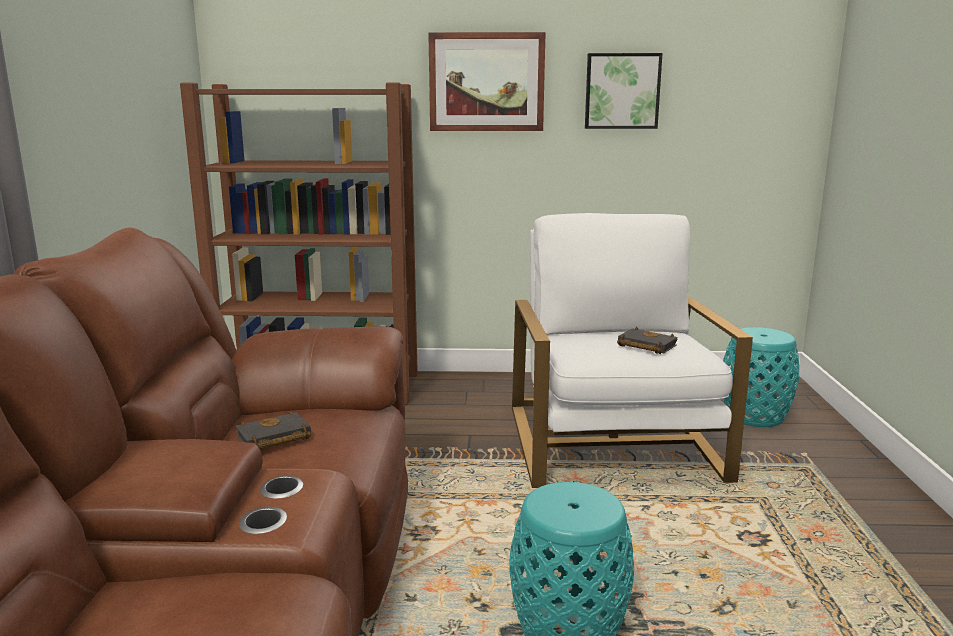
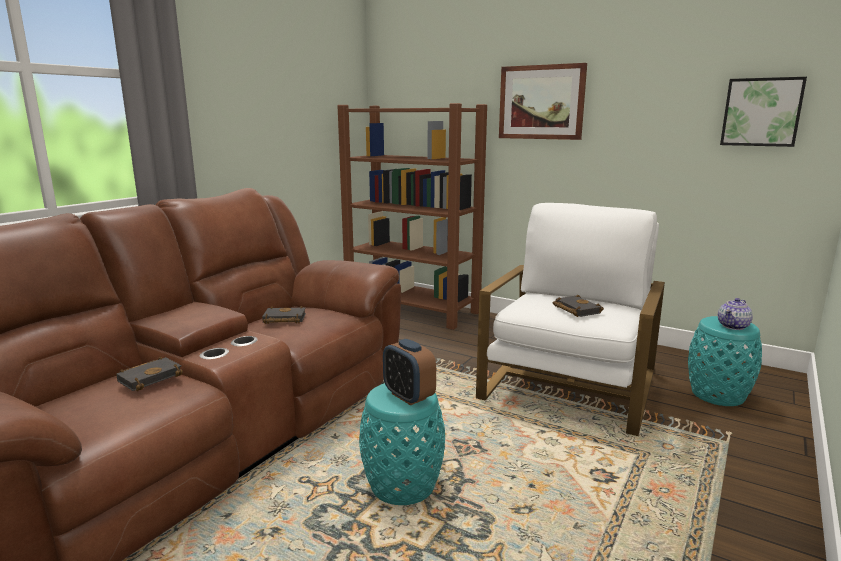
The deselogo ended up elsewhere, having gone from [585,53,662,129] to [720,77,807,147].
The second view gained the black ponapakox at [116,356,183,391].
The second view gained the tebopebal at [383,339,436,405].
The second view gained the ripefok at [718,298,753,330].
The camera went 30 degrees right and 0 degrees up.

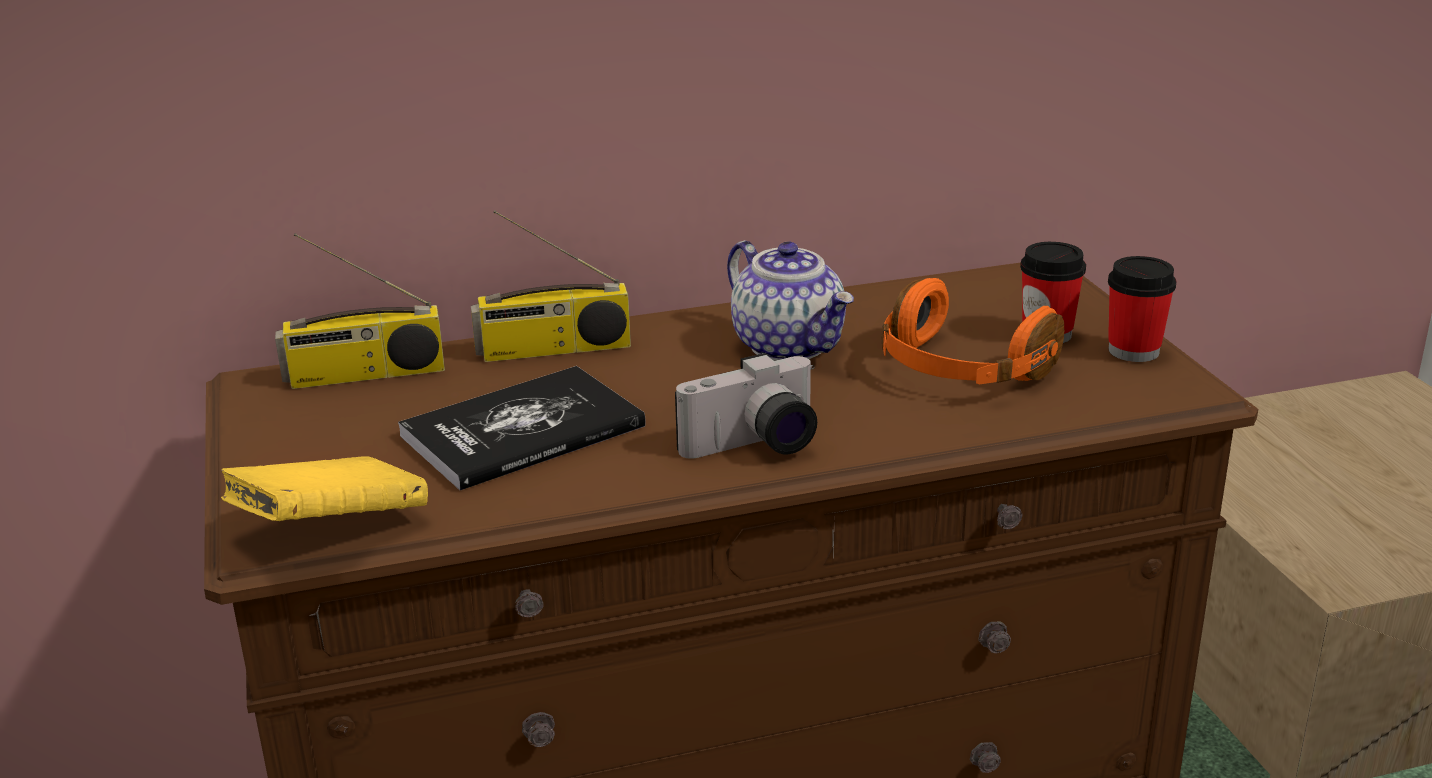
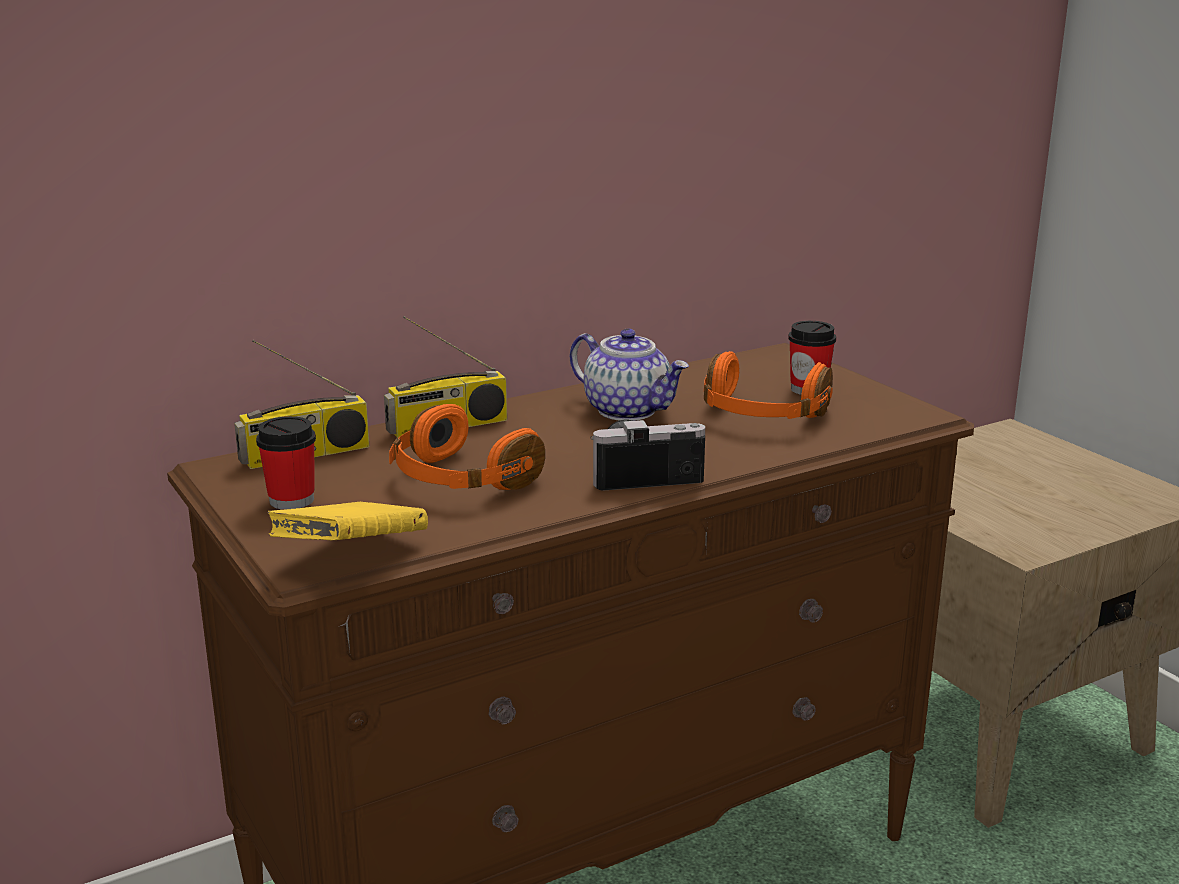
Where the ponapakox stood at [398,366,646,490], the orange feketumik came to stand at [389,404,545,490].
The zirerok at [675,353,817,459] ended up facing another way, 150 degrees counterclockwise from before.
The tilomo ended up elsewhere, having gone from [1108,256,1176,362] to [256,416,316,510].
The camera went 15 degrees left and 5 degrees down.

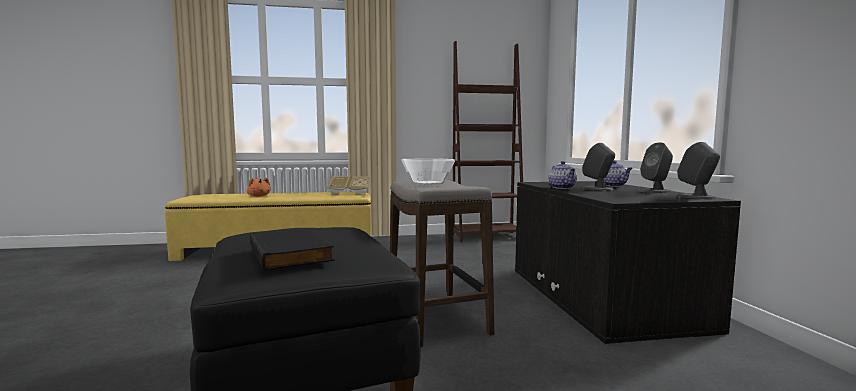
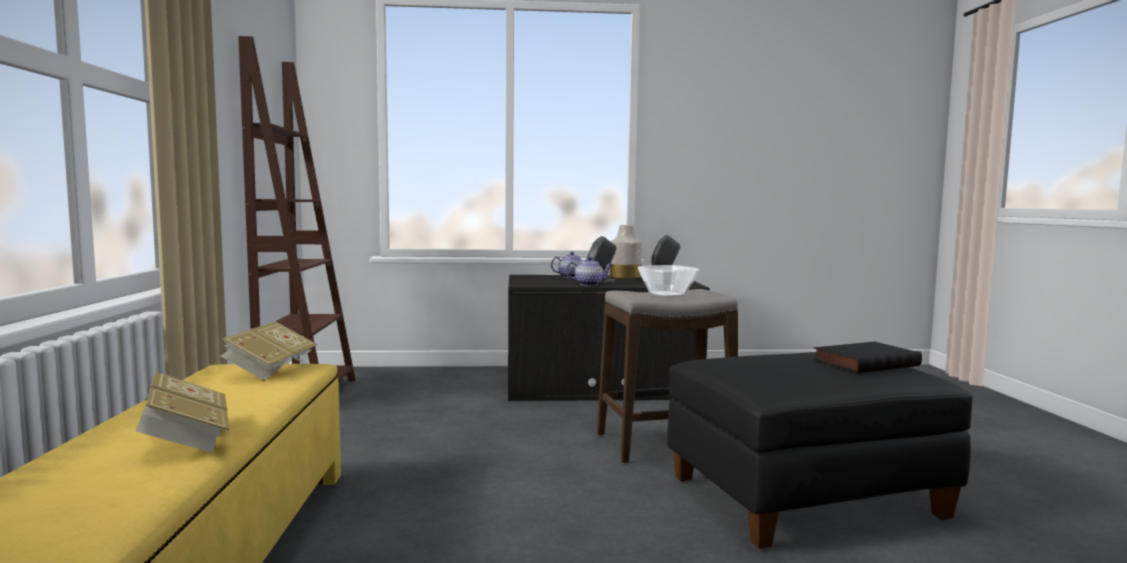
Where the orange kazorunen stood at [247,178,271,197], the ponapakox came to stand at [136,372,229,453].
Where the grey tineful stood at [640,142,673,193], the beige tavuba came to stand at [610,225,642,279].
The camera went 85 degrees left and 0 degrees up.

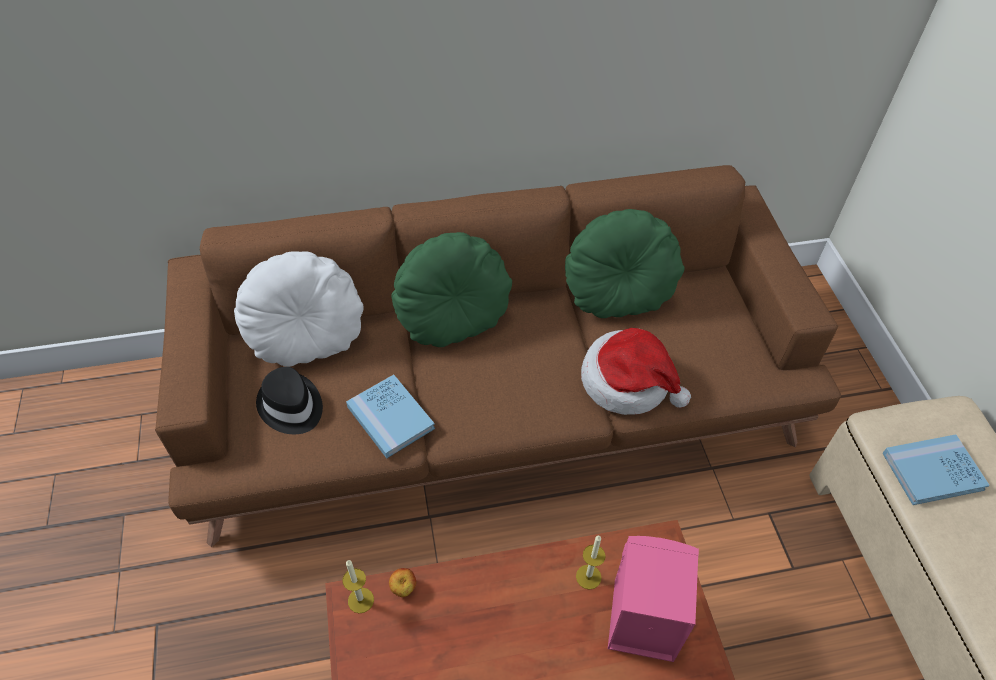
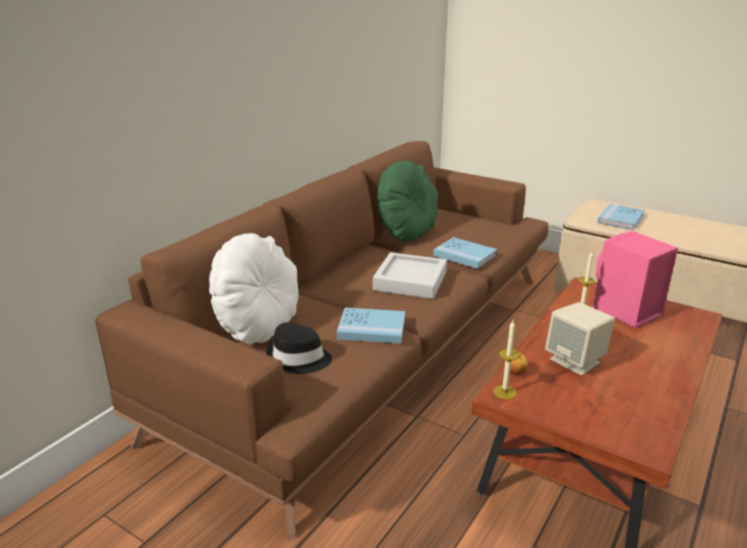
The second view lost the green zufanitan at [391,232,512,347].
Where the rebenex stood at [581,328,691,415], the blue ponapakox came to stand at [433,237,497,269].
The second view gained the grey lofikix at [373,252,447,299].
The second view gained the beige tineful at [545,302,615,376].
The camera went 45 degrees left and 25 degrees down.

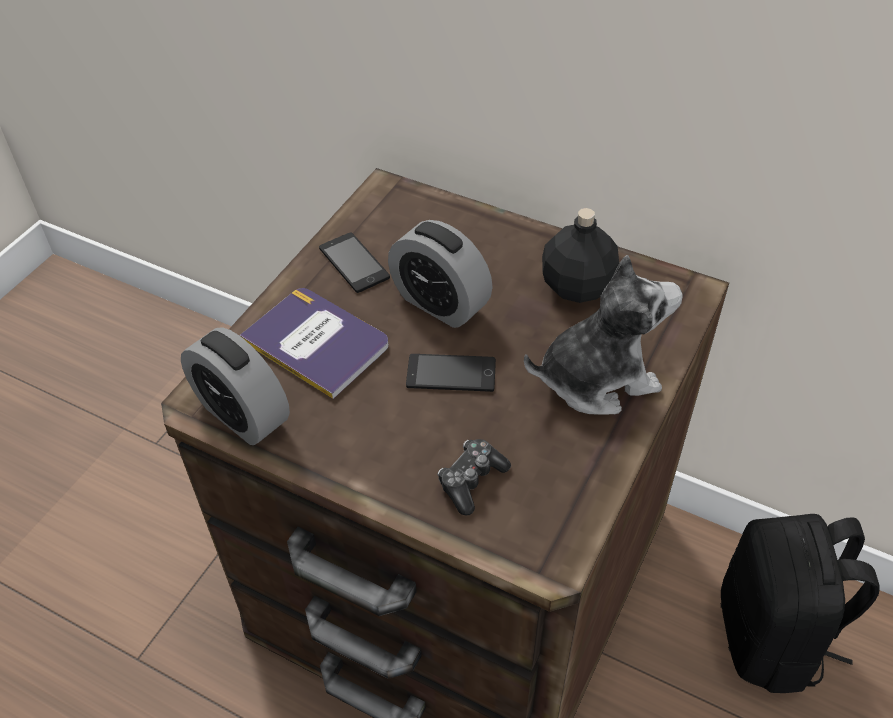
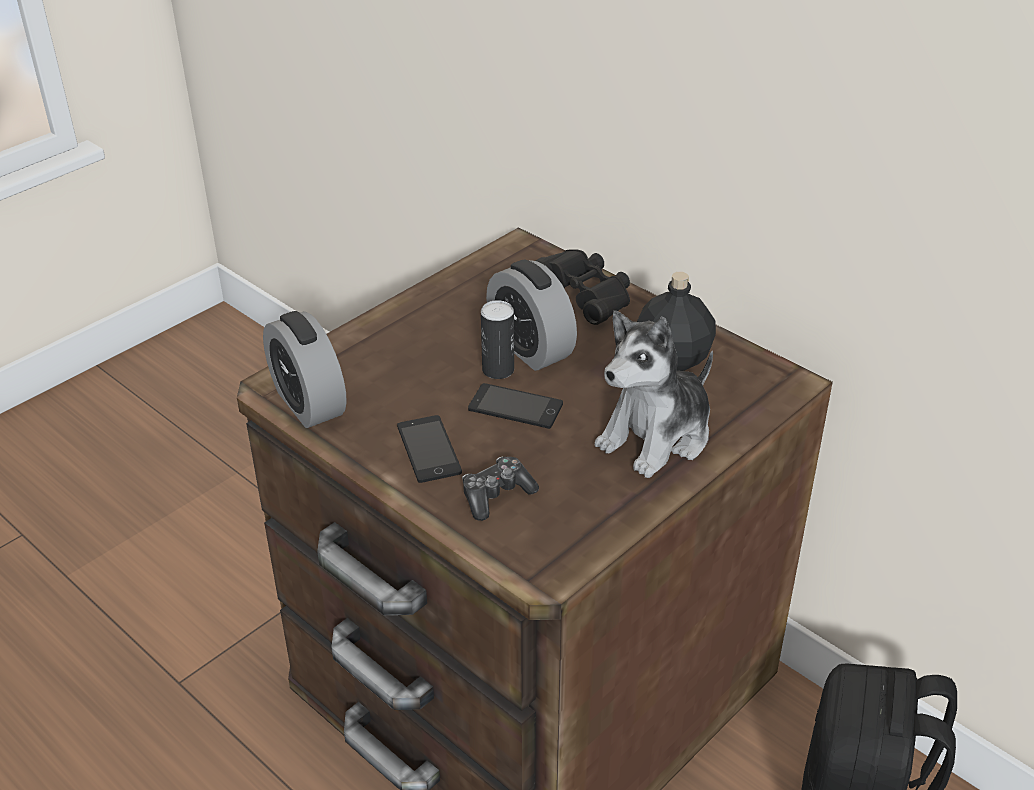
The second view lost the ponapakox at [240,288,389,399].
The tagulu ended up elsewhere, having gone from [319,232,390,293] to [397,415,462,483].
The kazorunen at [524,255,683,415] ended up facing another way, 135 degrees clockwise from before.
The second view gained the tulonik at [481,300,514,379].
The second view gained the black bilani at [536,249,630,325].
The camera went 15 degrees right and 10 degrees down.

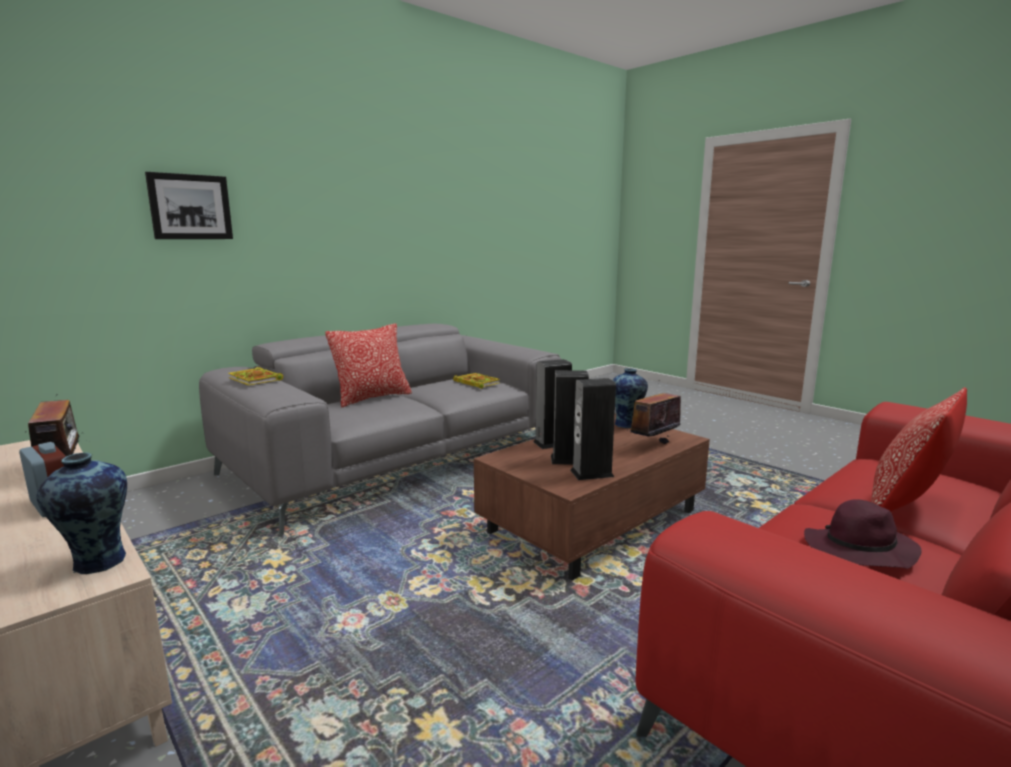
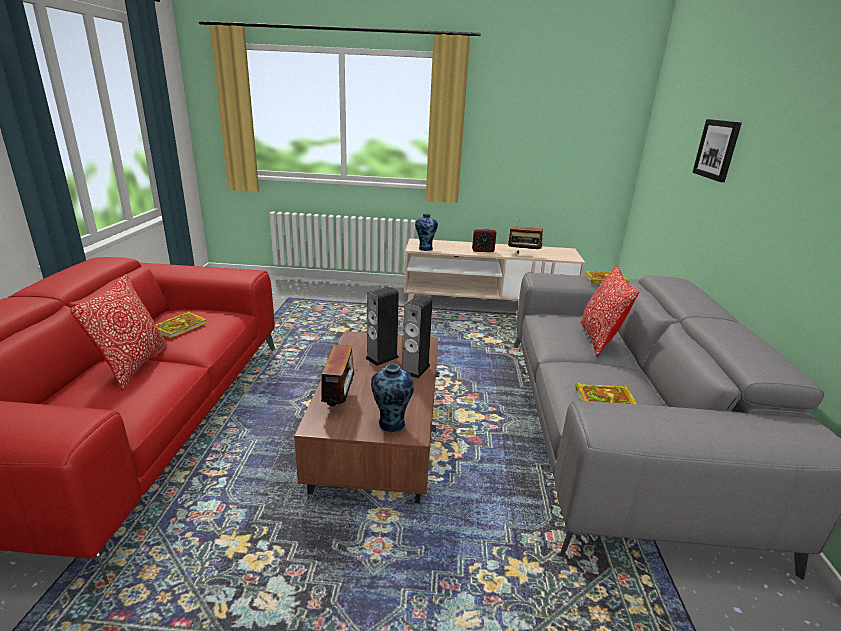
The second view lost the tineful at [570,378,616,480].
Where the purple rebenex stood at [804,499,922,569], the ponapakox came to stand at [156,311,207,338].
The camera went 135 degrees right and 10 degrees up.

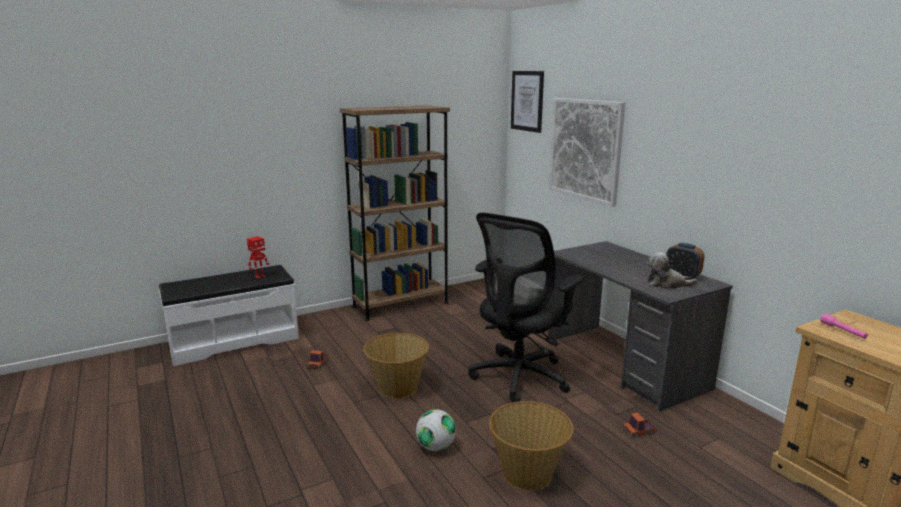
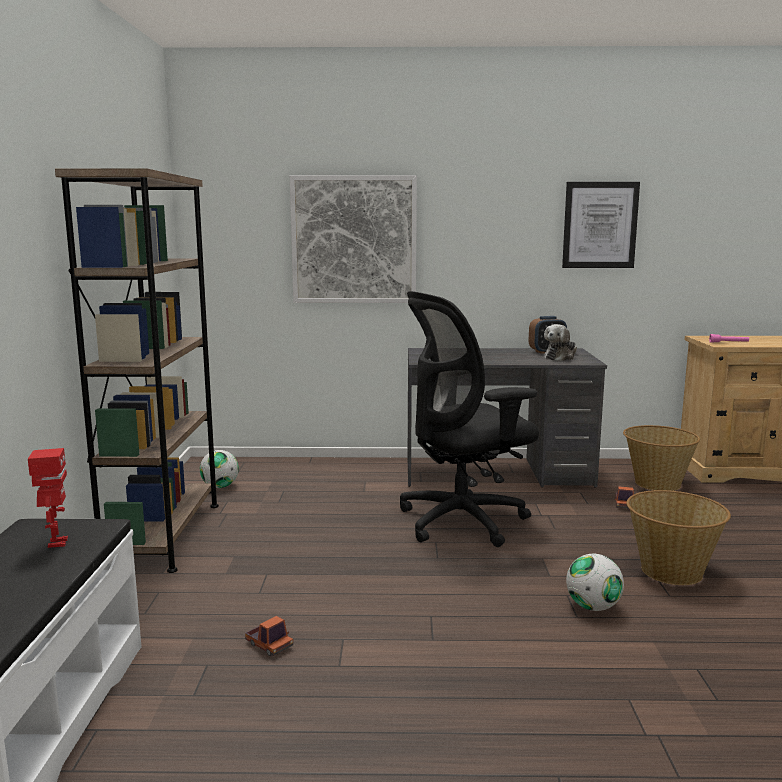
The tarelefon ended up elsewhere, having gone from [363,333,429,399] to [623,425,700,491].
The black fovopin at [468,213,584,403] ended up facing another way, 90 degrees clockwise from before.
The deselogo ended up elsewhere, having gone from [511,71,544,133] to [562,182,640,268].
The second view gained the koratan at [200,450,239,488].
The camera went 60 degrees left and 5 degrees down.

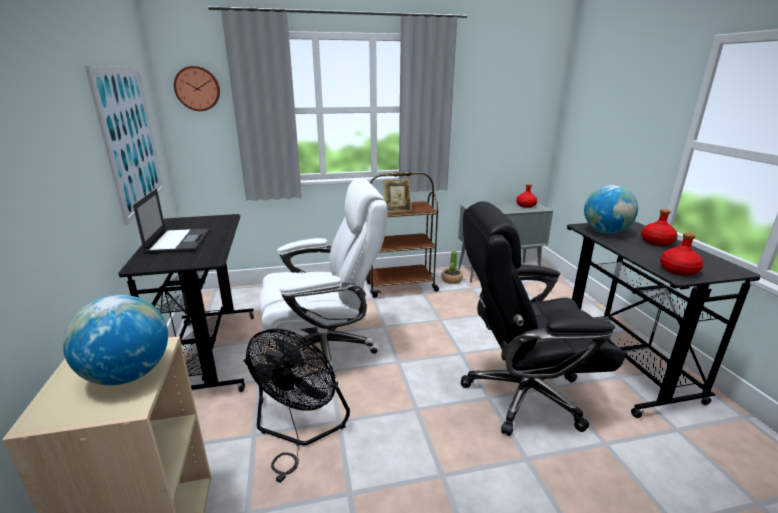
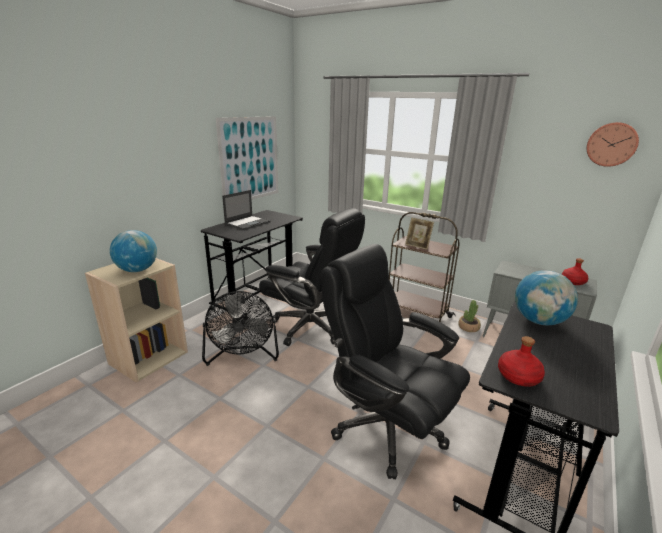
The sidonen ended up elsewhere, having gone from [174,66,220,111] to [587,122,639,167].
The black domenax at [244,329,350,483] ended up facing another way, 105 degrees clockwise from before.
What was the white fovopin at [259,178,388,385] turned into the black fovopin at [259,208,365,346].
The second view lost the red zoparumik at [641,209,678,246].
The camera went 45 degrees right and 0 degrees up.

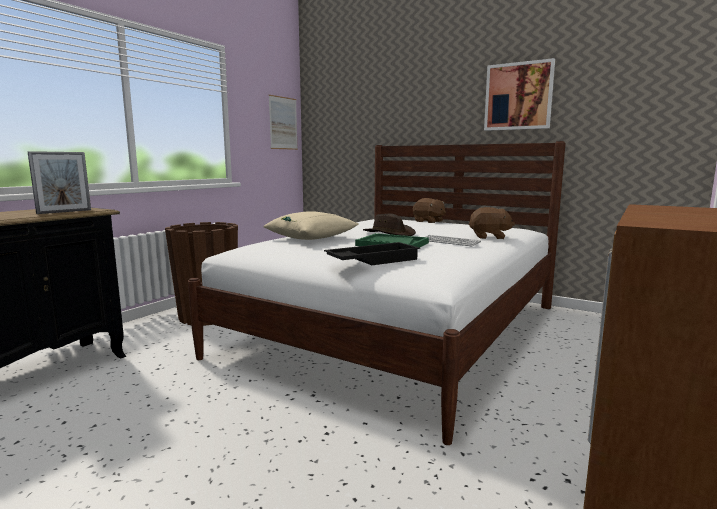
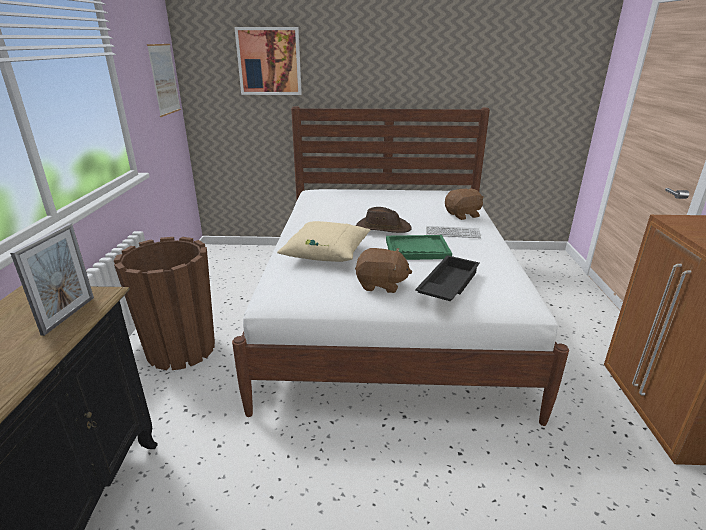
The brown kazorunen ended up elsewhere, having gone from [413,198,446,223] to [355,248,412,293].
The deselogo ended up elsewhere, having gone from [484,58,555,131] to [234,27,302,95].
The camera went 30 degrees left and 15 degrees up.

